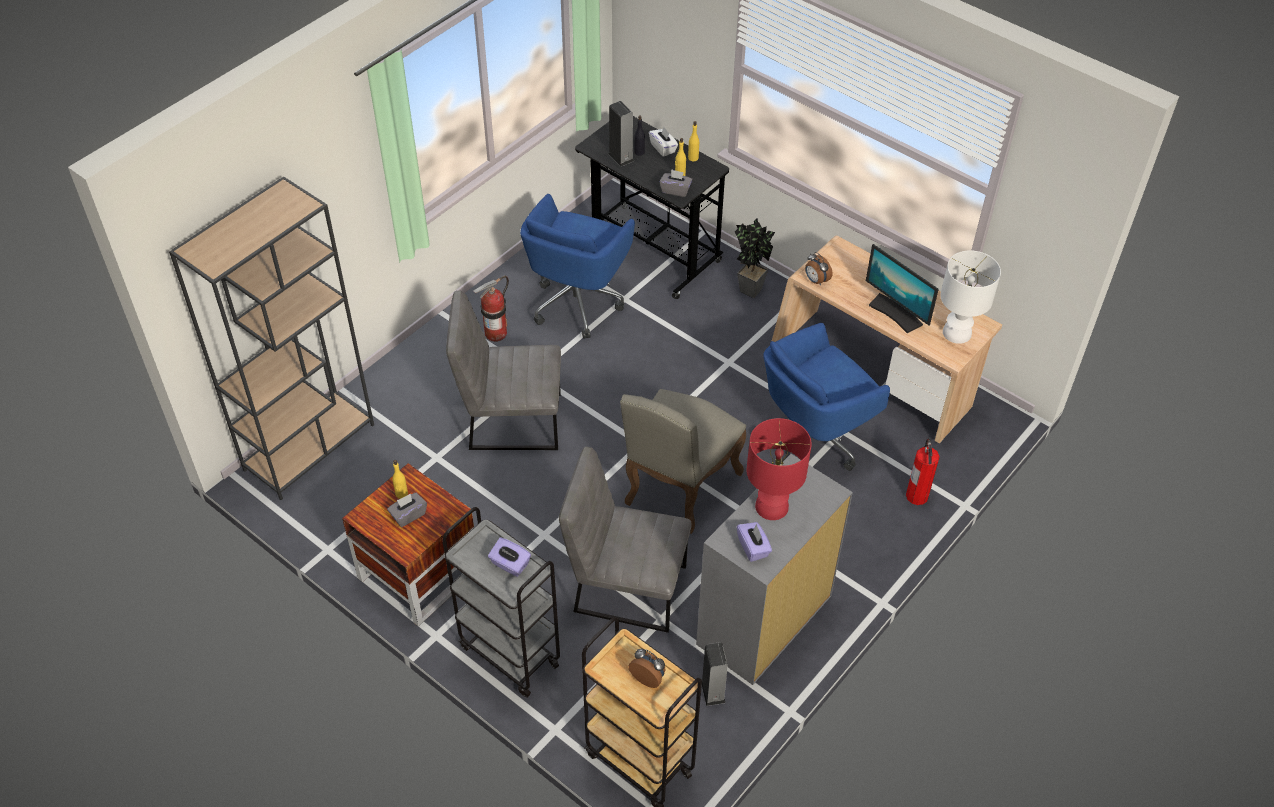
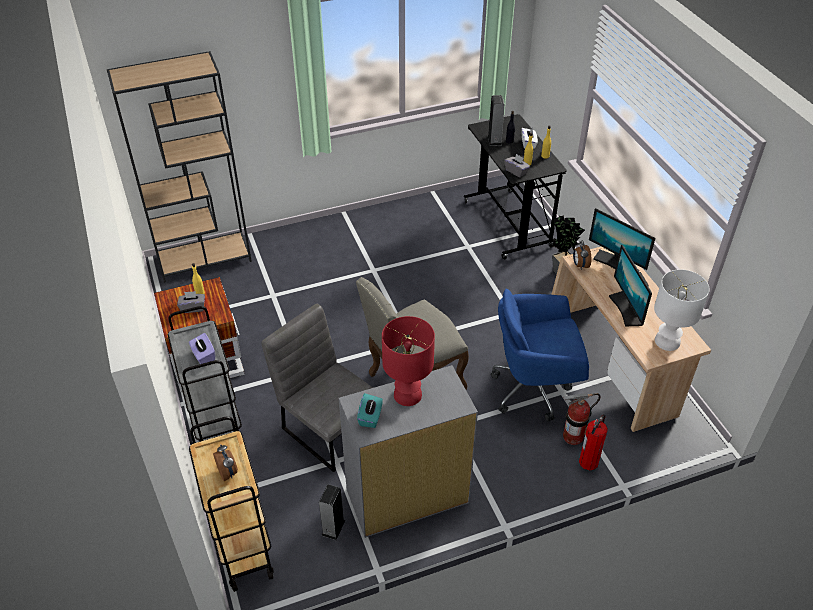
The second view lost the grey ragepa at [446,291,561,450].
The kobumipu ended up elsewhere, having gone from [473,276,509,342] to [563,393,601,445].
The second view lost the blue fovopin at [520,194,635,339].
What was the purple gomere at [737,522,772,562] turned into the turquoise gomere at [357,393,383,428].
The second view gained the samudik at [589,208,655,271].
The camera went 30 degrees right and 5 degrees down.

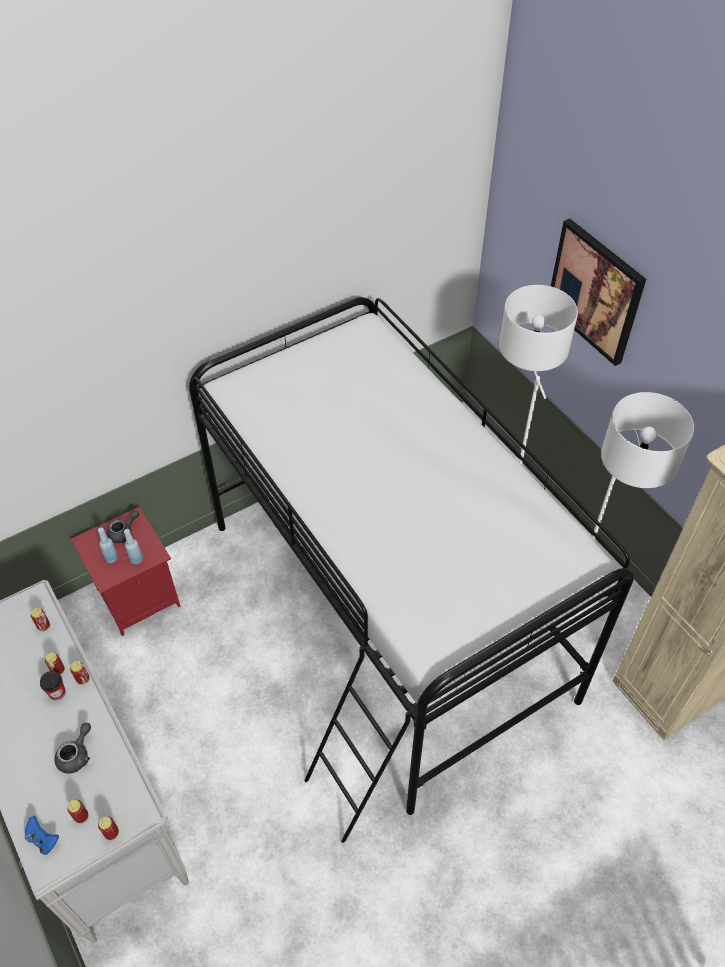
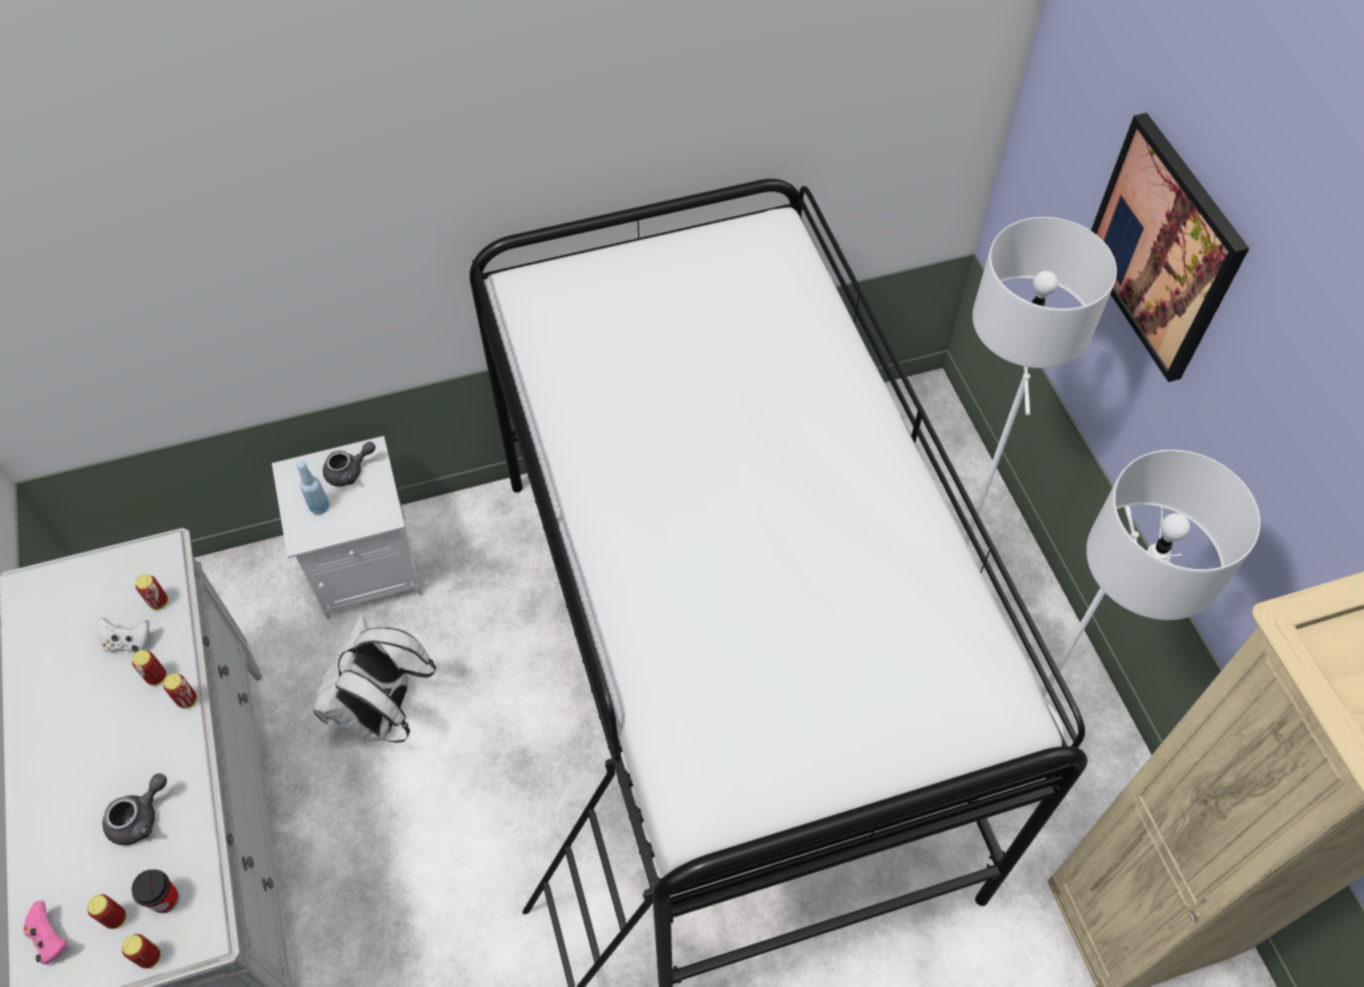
What was the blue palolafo at [25,816,59,855] turned into the pink palolafo at [23,901,67,965].
The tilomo ended up elsewhere, having gone from [40,671,66,700] to [132,869,179,913].
What was the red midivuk at [71,507,181,636] turned into the grey midivuk at [272,436,423,620].
The second view lost the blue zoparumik at [124,529,143,564].
The second view gained the white palolafo at [97,617,149,654].
The second view gained the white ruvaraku at [313,614,436,743].
The camera went 15 degrees right and 5 degrees up.

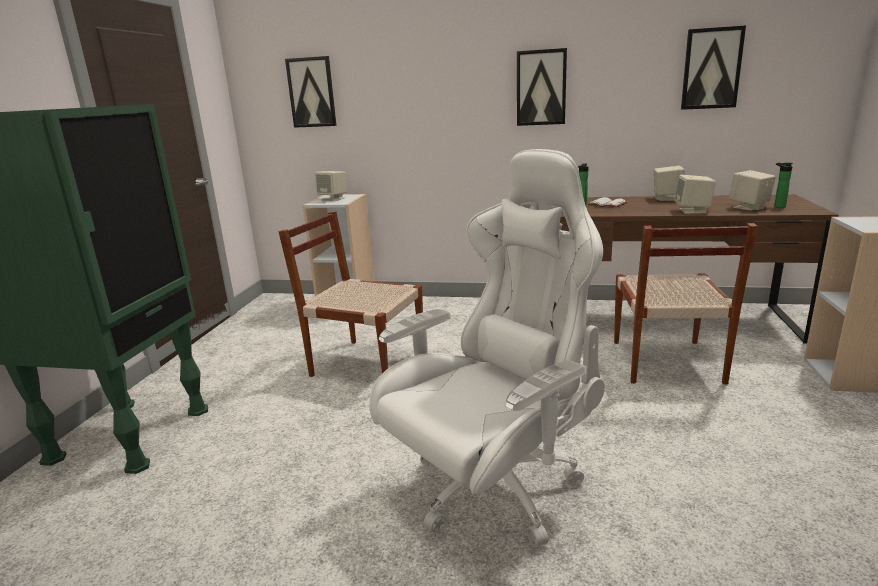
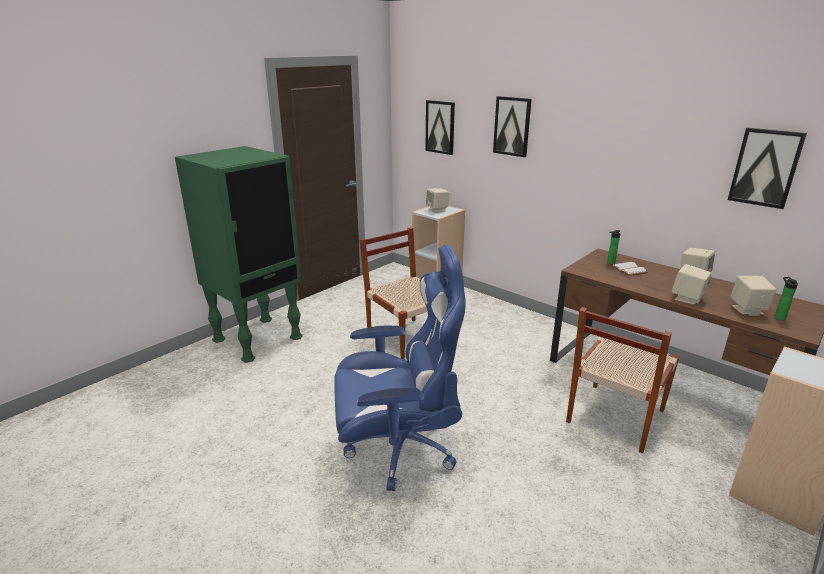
What was the white fovopin at [369,149,605,548] turned into the blue fovopin at [334,245,466,491].
The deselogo ended up elsewhere, having gone from [517,48,567,126] to [493,96,532,157].
The camera went 30 degrees right and 5 degrees up.

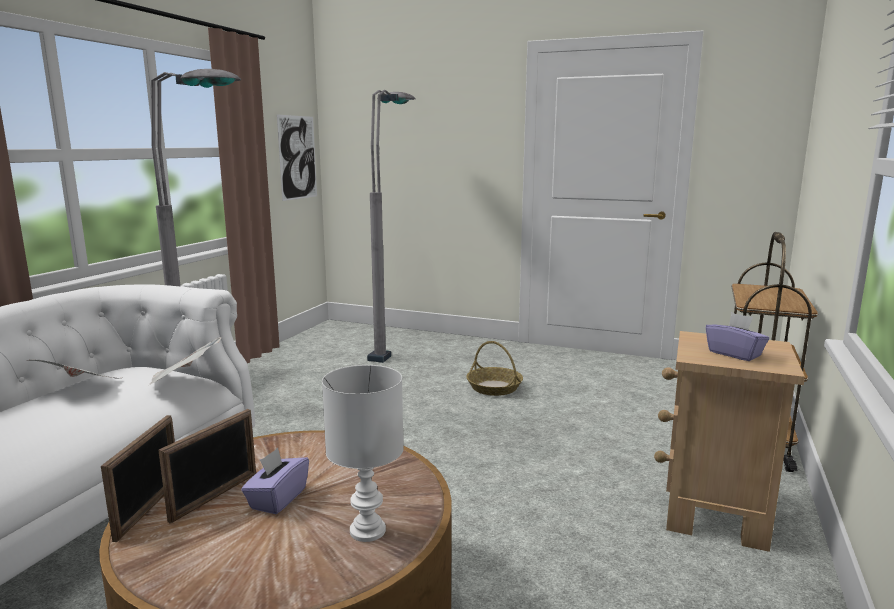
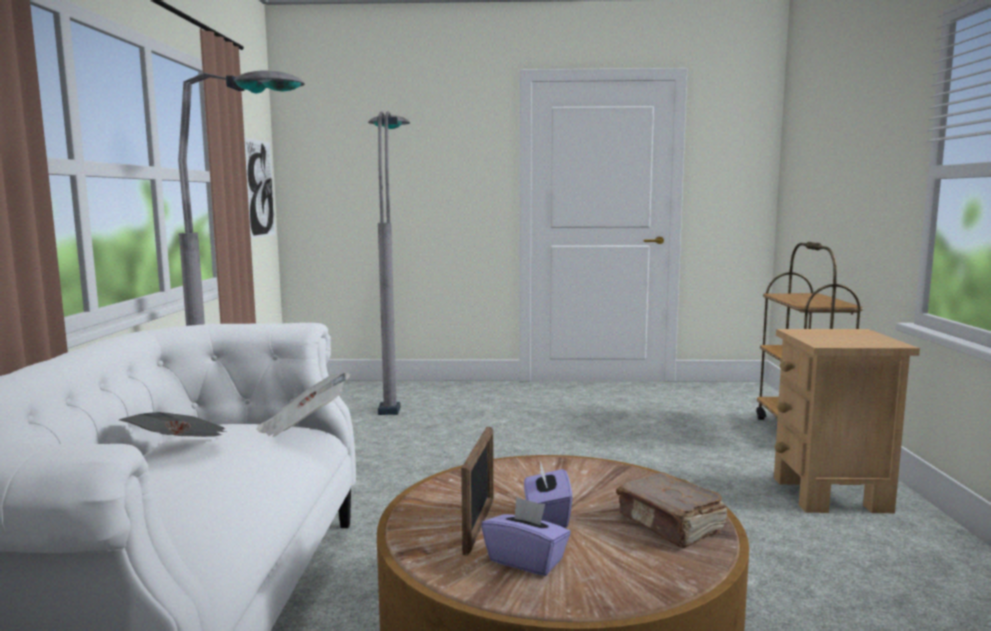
The second view lost the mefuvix at [101,415,175,542].
Where the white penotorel stood at [322,365,404,542], the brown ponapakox came to stand at [616,472,727,548].
The second view lost the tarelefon at [466,341,523,396].
The purple gomere ended up elsewhere, having gone from [706,313,769,361] to [481,497,571,576].
The camera went 20 degrees left and 5 degrees down.

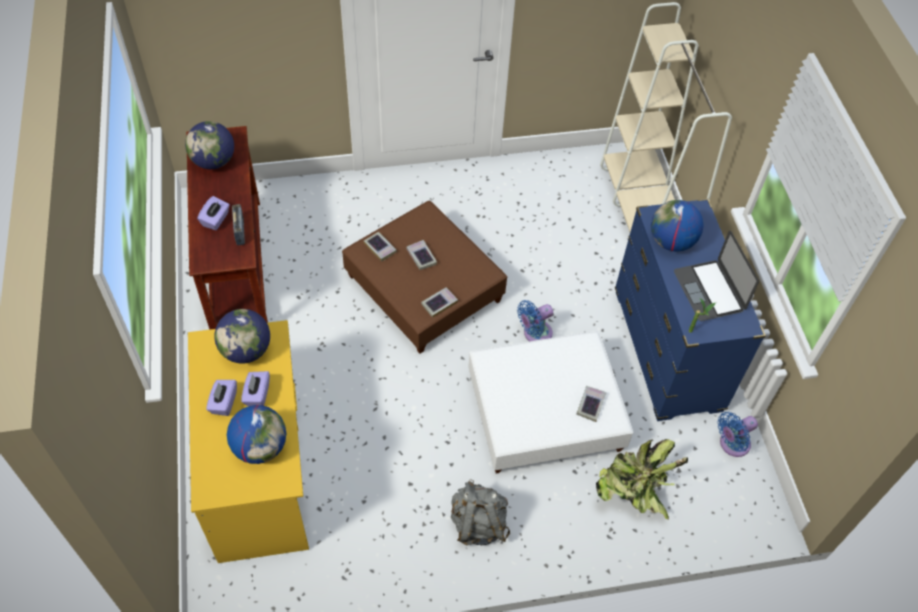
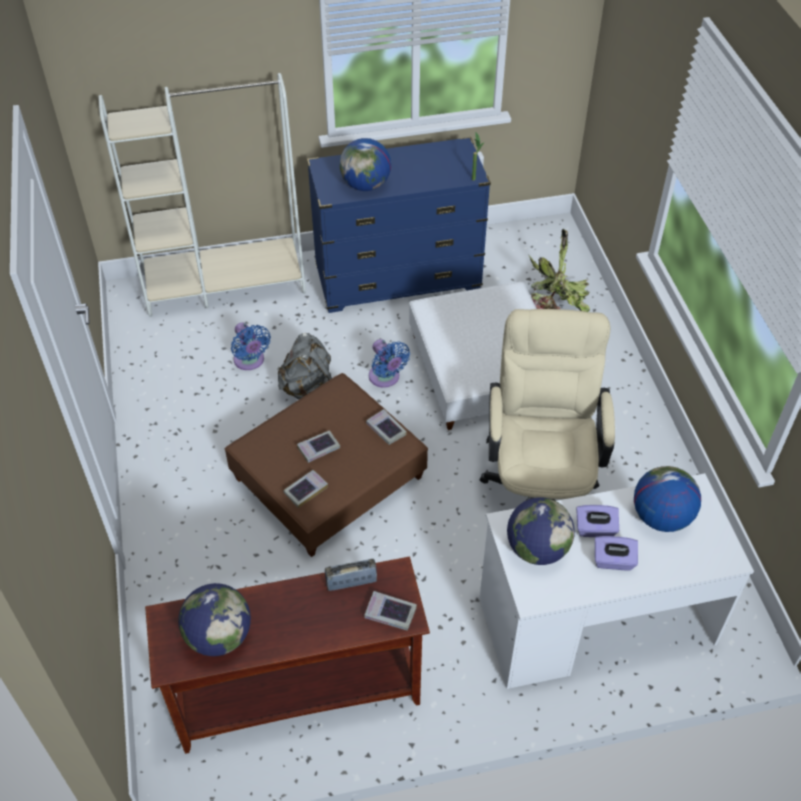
What was the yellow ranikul at [188,320,309,563] turned into the white ranikul at [479,473,754,689].
The second view lost the purple gomere at [197,196,229,230].
The grey ruvaraku ended up elsewhere, having gone from [451,479,510,545] to [277,333,332,400].
The ponapakox ended up elsewhere, having gone from [576,386,607,422] to [364,591,417,631].
The second view lost the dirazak at [674,231,759,321].
The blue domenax ended up elsewhere, having gone from [718,412,758,457] to [231,322,271,370].
The second view gained the beige fovopin at [480,309,615,501].
The camera went 90 degrees left and 5 degrees down.

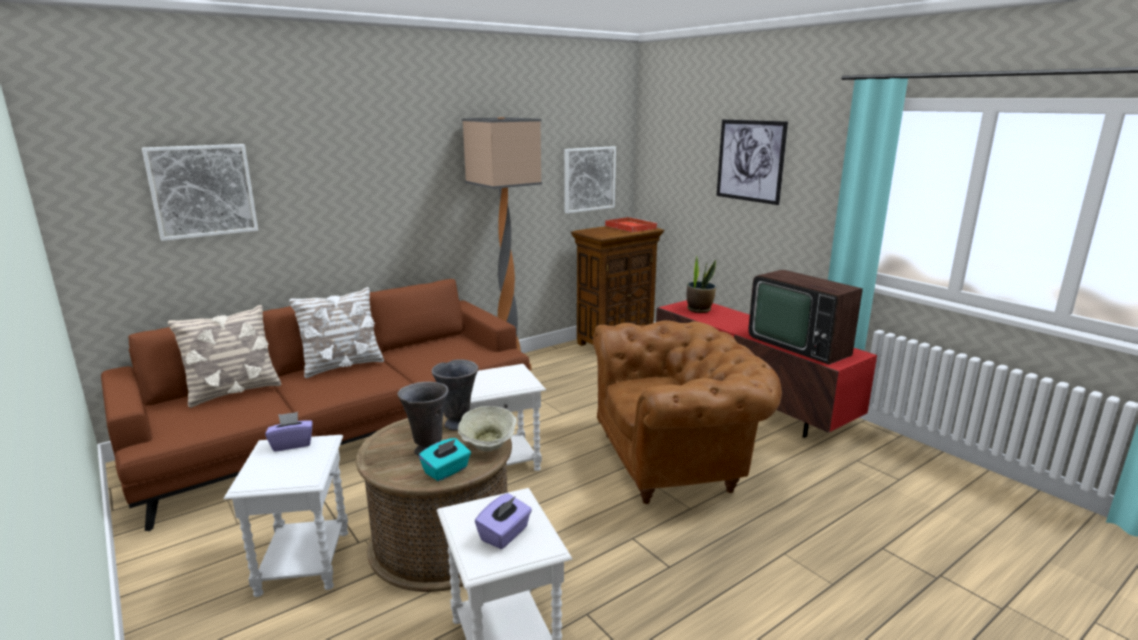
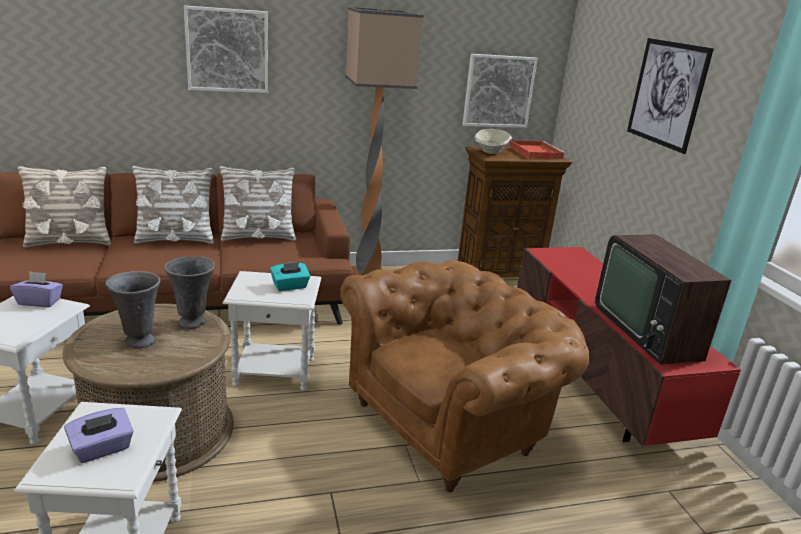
The deselogo ended up elsewhere, having gone from [142,144,258,241] to [184,5,268,93].
The turquoise gomere ended up elsewhere, having gone from [419,438,471,481] to [270,262,311,291].
The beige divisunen ended up elsewhere, having gone from [458,406,517,451] to [474,129,512,154].
The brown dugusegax at [593,320,782,504] ended up facing another way, 45 degrees counterclockwise from before.
The second view lost the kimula at [687,256,716,313].
The second view gained the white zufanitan at [220,166,296,241].
The camera went 20 degrees right and 5 degrees up.

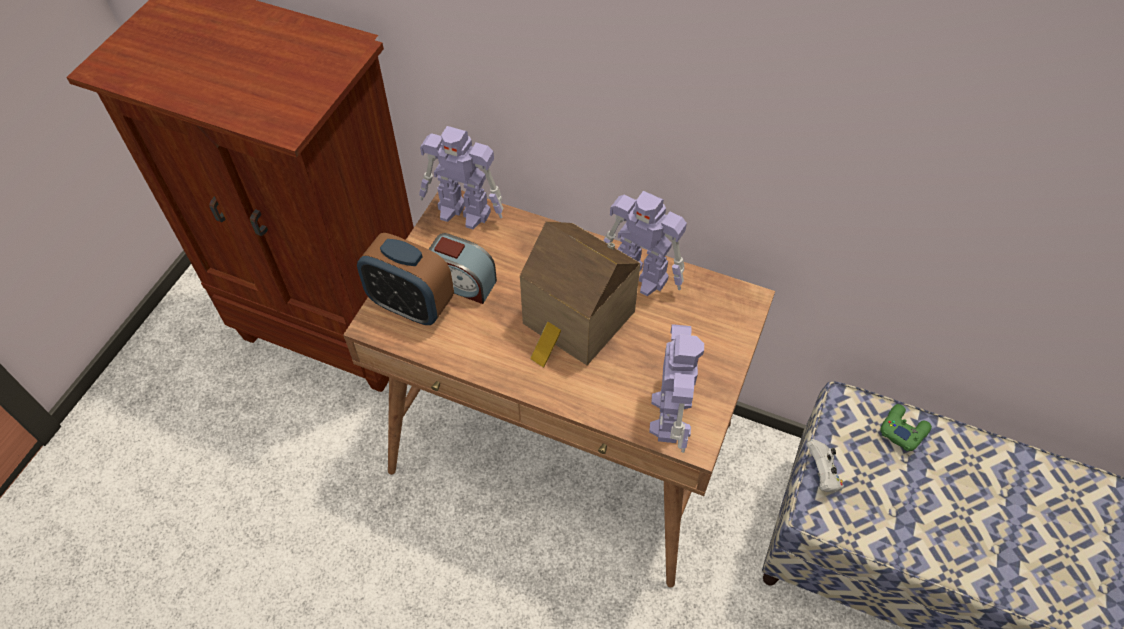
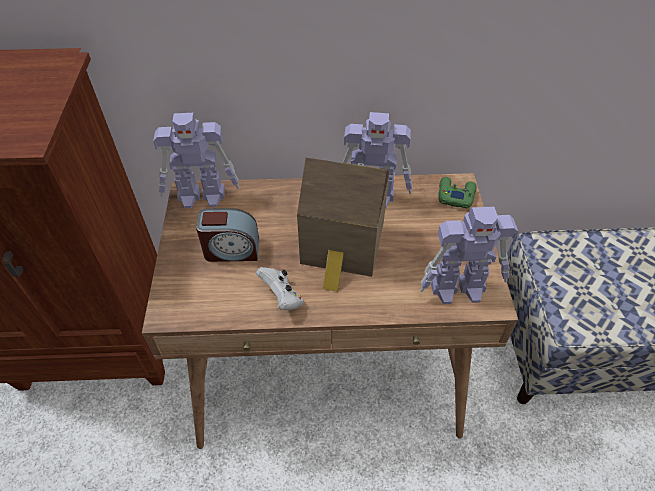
The second view lost the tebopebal at [357,233,454,325].
The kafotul at [649,324,704,453] ended up facing another way, 105 degrees clockwise from before.
The white palolafo ended up elsewhere, having gone from [806,439,844,493] to [256,267,304,310].
The green palolafo ended up elsewhere, having gone from [880,404,932,451] to [438,177,477,208].
The camera went 25 degrees left and 5 degrees down.

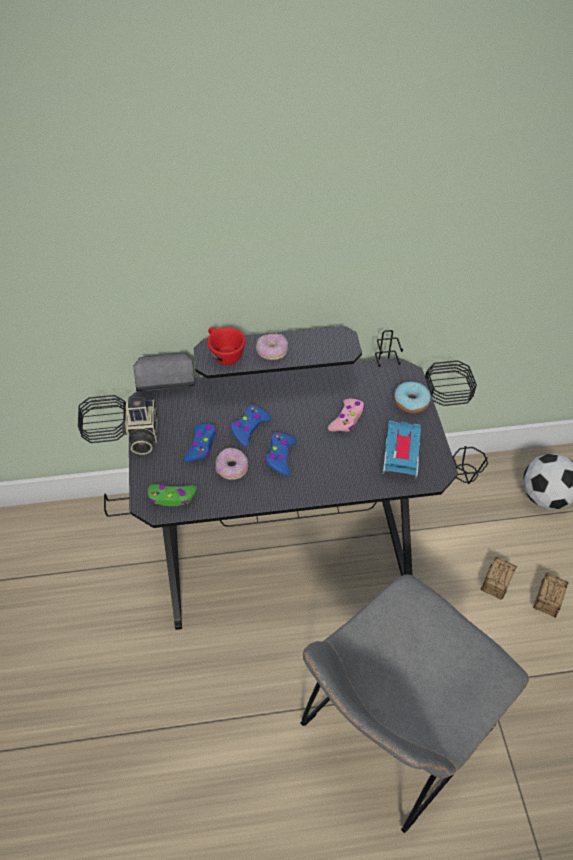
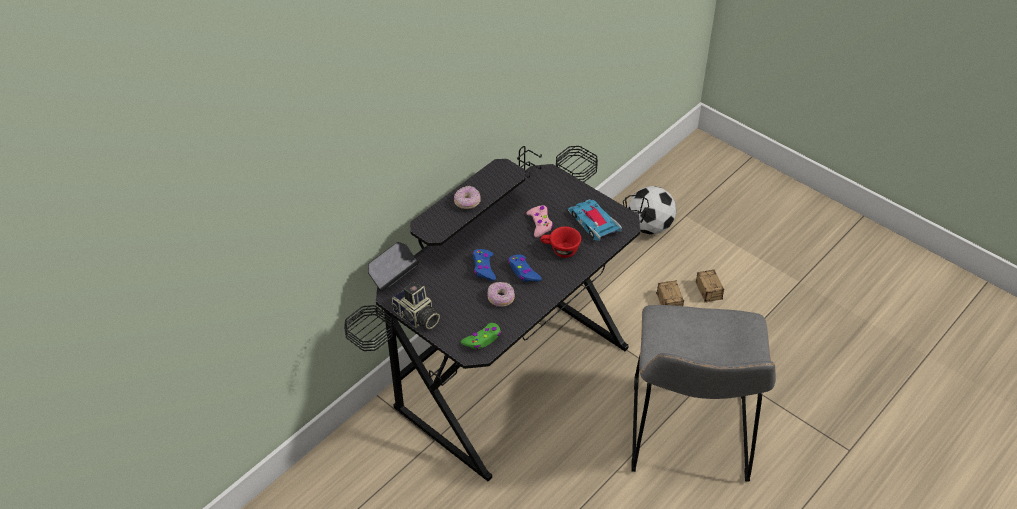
The second view lost the blue palolafo at [184,423,216,462].
The red tilomo ended up elsewhere, having gone from [207,327,246,365] to [540,227,581,258].
The second view lost the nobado at [394,382,431,413].
The camera went 40 degrees left and 5 degrees down.

